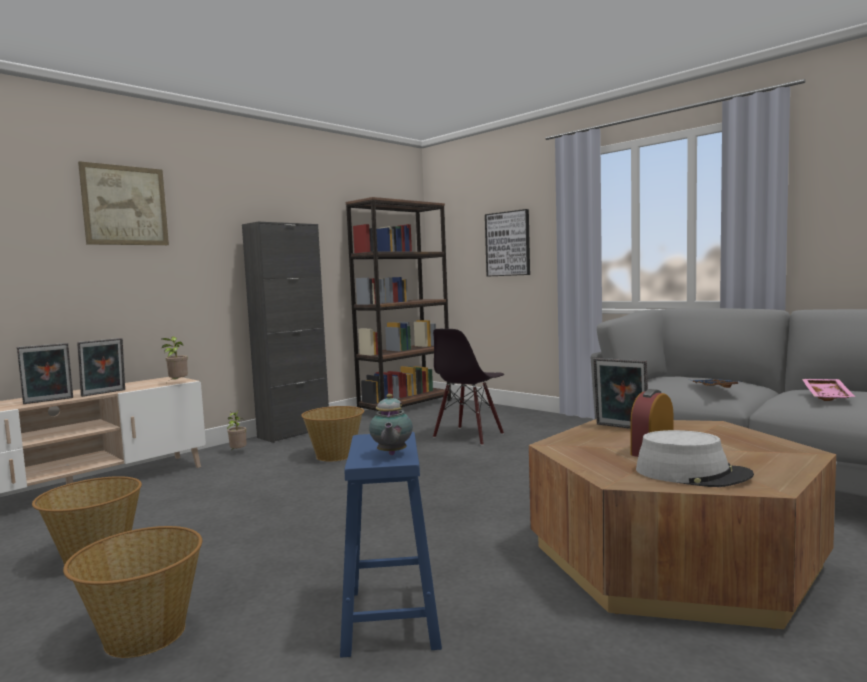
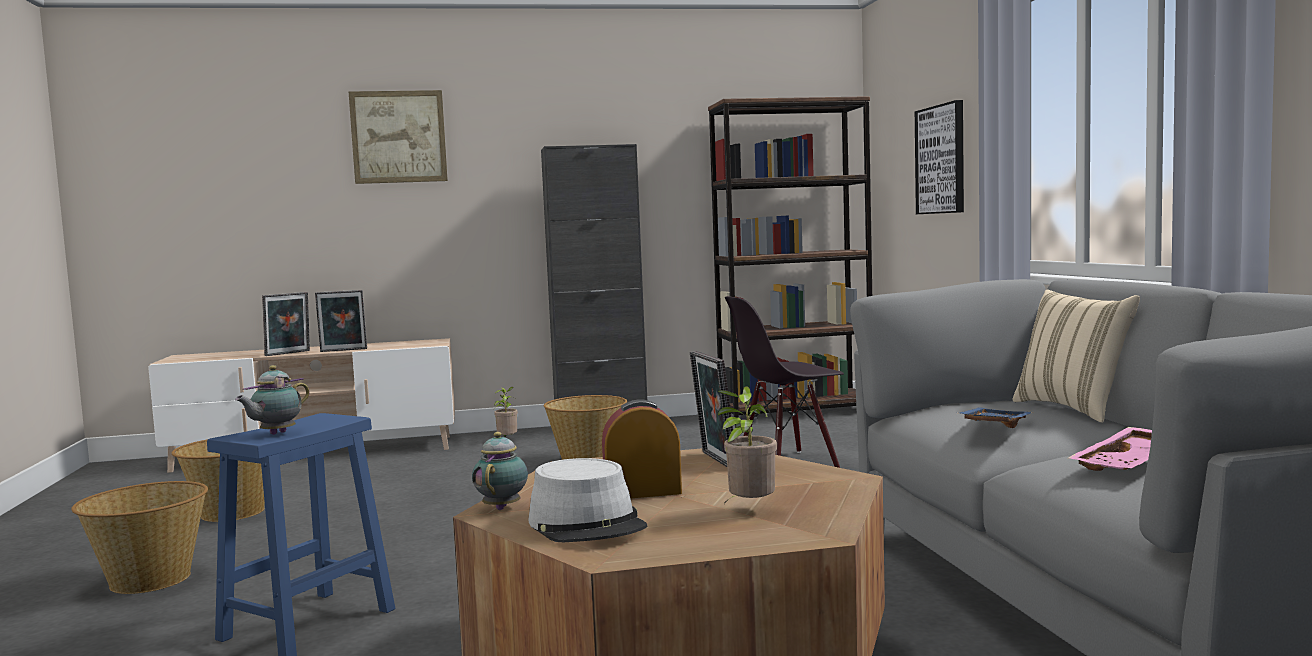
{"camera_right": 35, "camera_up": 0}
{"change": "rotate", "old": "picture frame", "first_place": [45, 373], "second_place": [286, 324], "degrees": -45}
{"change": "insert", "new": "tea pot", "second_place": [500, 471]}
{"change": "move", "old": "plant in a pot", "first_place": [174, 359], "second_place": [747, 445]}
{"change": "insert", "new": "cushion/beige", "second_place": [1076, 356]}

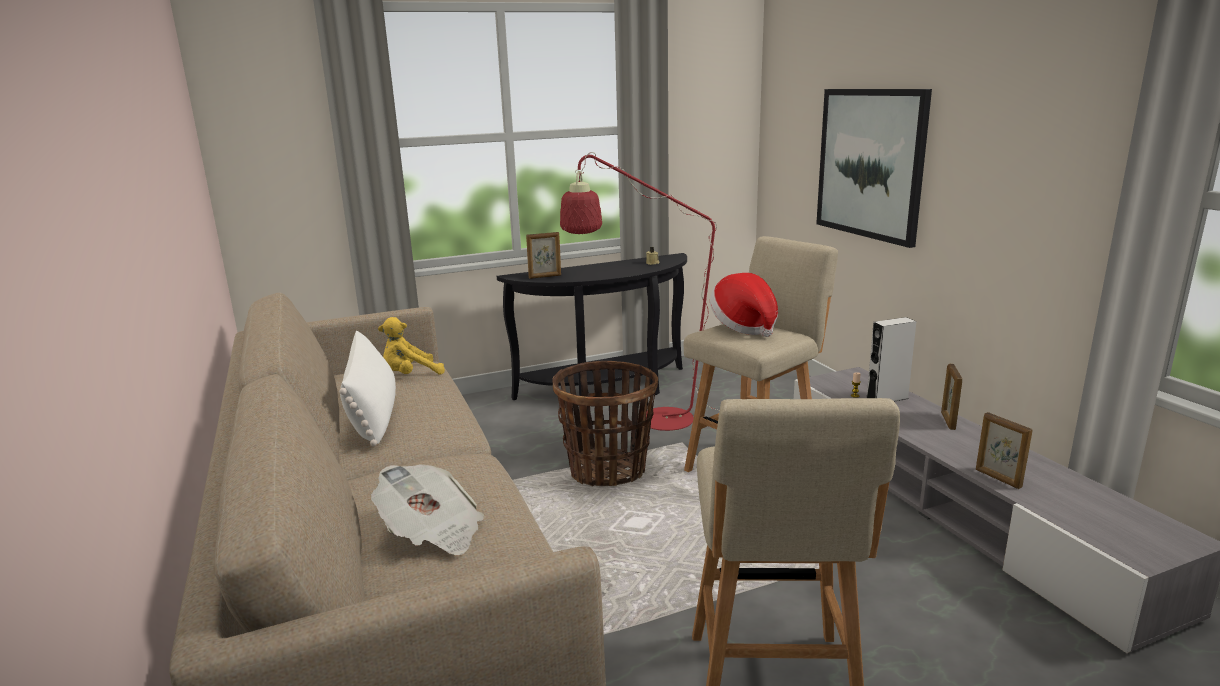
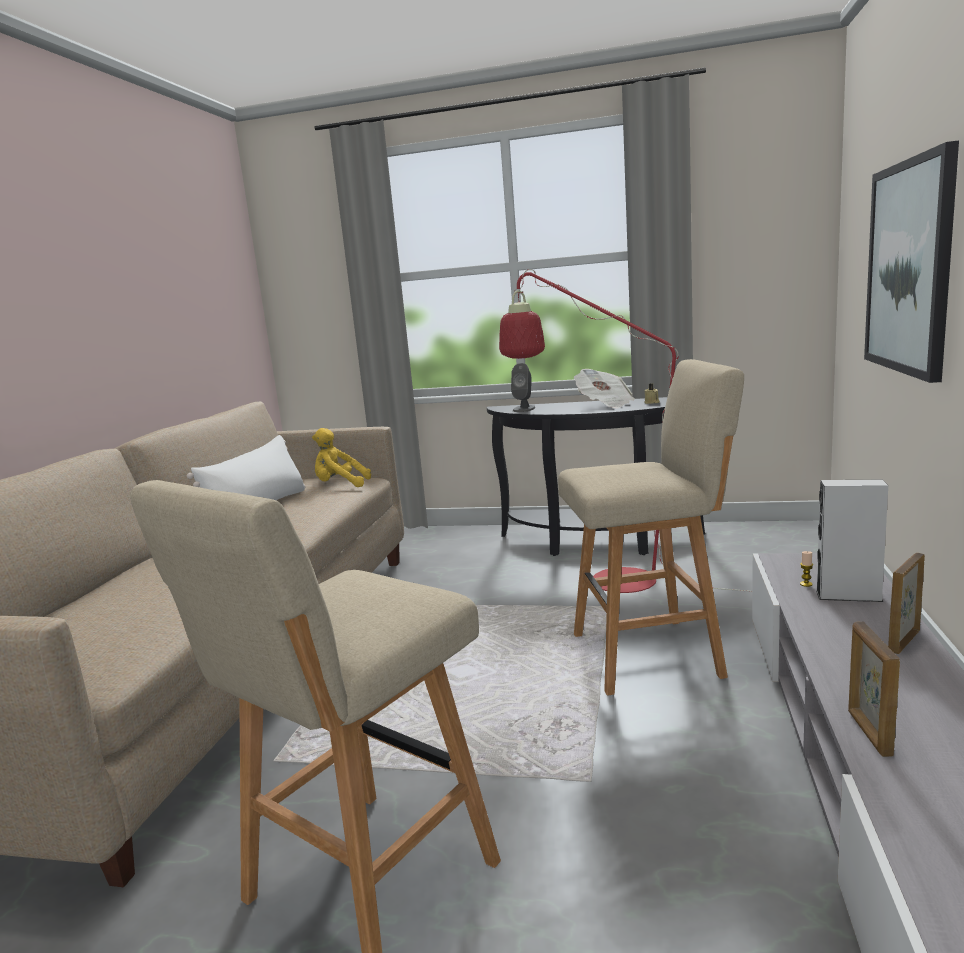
{"camera_right": 35, "camera_up": -5}
{"change": "replace", "old": "picture frame", "new": "loudspeaker/greyish", "first_place": [543, 255], "second_place": [523, 387]}
{"change": "move", "old": "newspaper", "first_place": [427, 510], "second_place": [604, 388]}
{"change": "delete", "old": "storage basket", "first_place": [605, 424]}
{"change": "delete", "old": "hat", "first_place": [744, 305]}

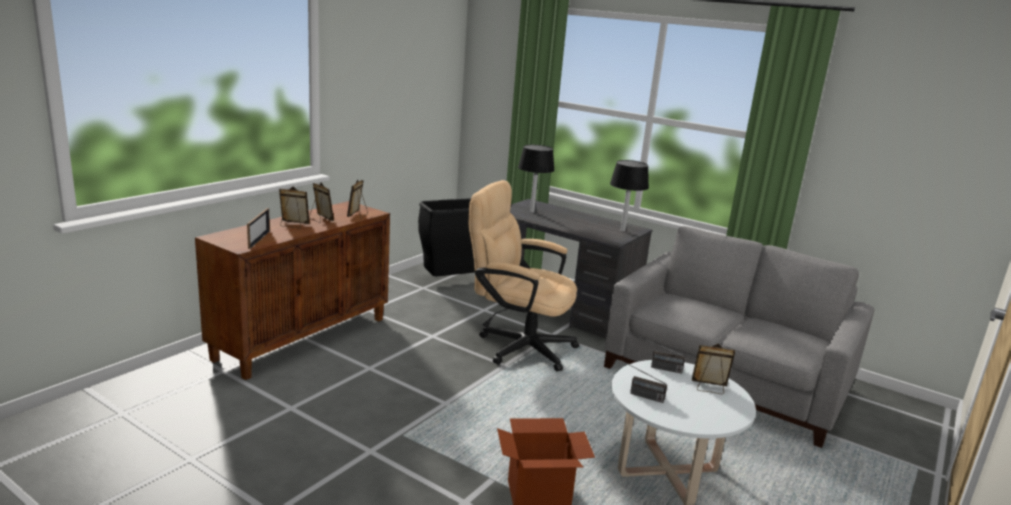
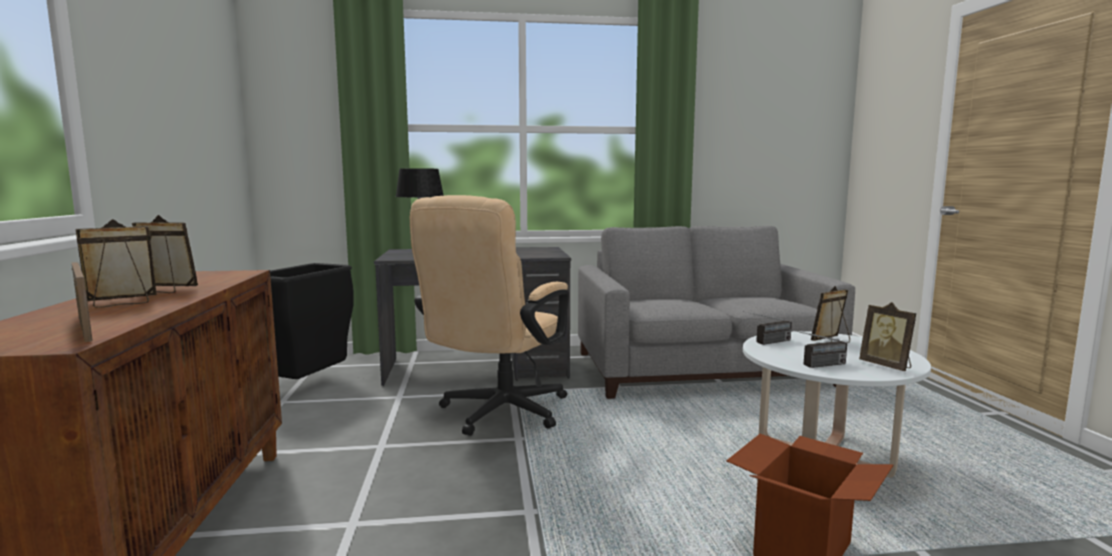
{"camera_right": -40, "camera_up": -10}
{"change": "rotate", "old": "office chair/beige", "first_place": [524, 275], "second_place": [489, 315], "degrees": -45}
{"change": "move", "old": "picture frame", "first_place": [357, 199], "second_place": [887, 336]}
{"change": "delete", "old": "table lamp/blackish", "first_place": [629, 196]}

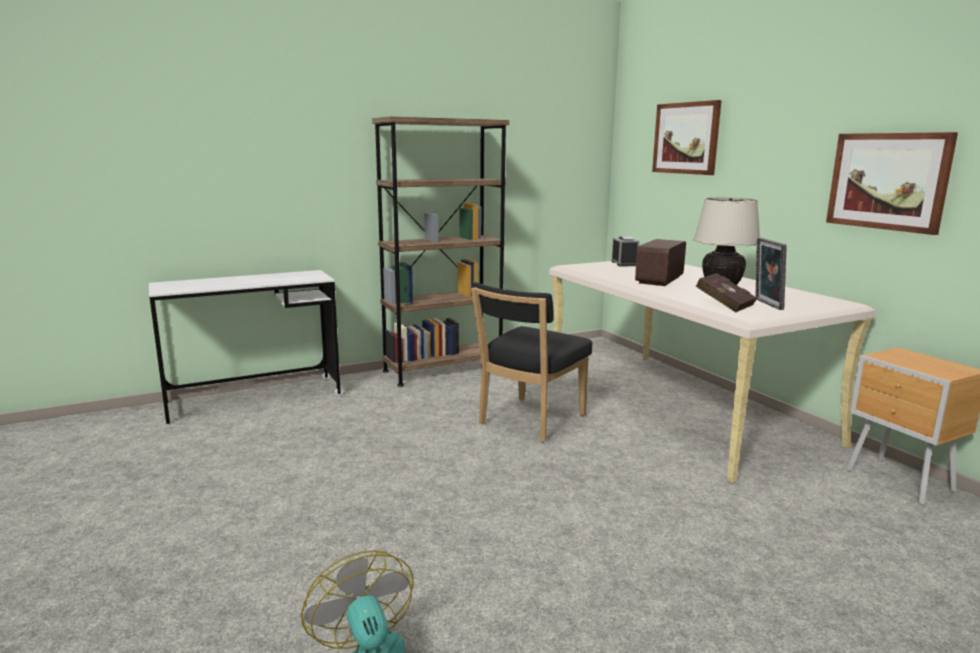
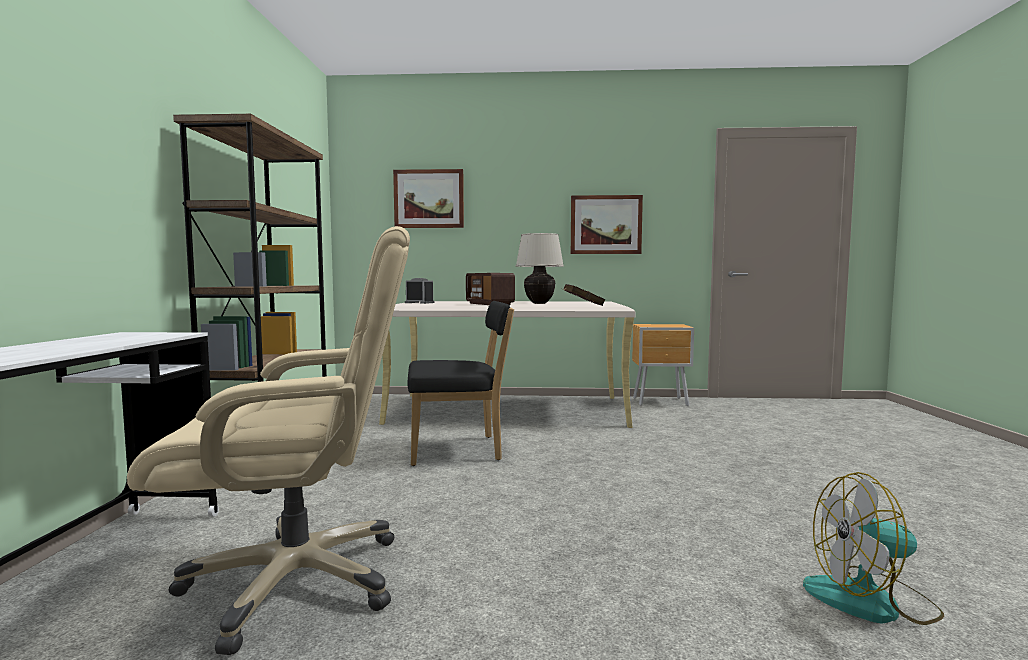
{"camera_right": -60, "camera_up": -10}
{"change": "insert", "new": "office chair/beige", "second_place": [268, 440]}
{"change": "rotate", "old": "chair/blackish", "first_place": [531, 362], "second_place": [460, 383], "degrees": -75}
{"change": "delete", "old": "picture frame", "first_place": [771, 274]}

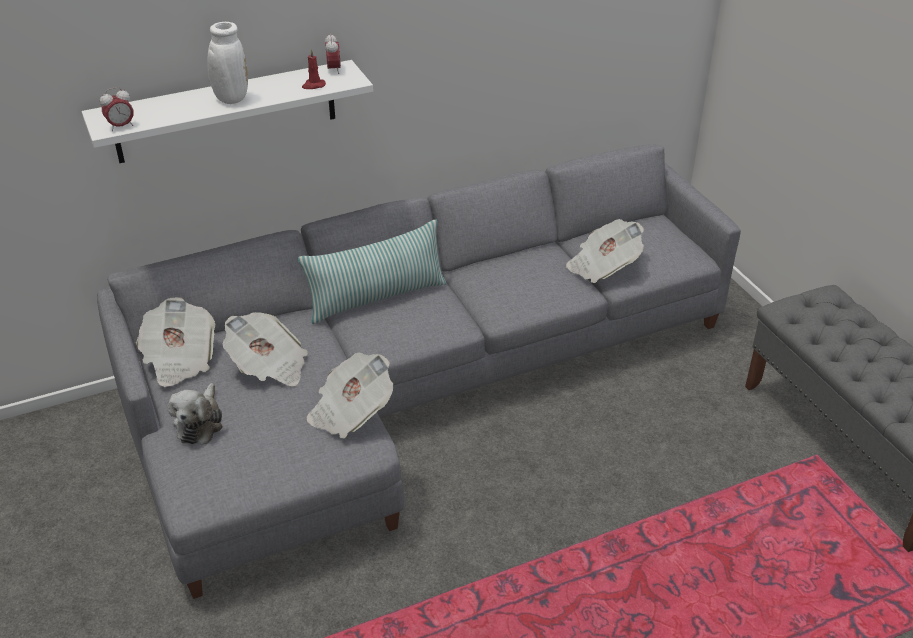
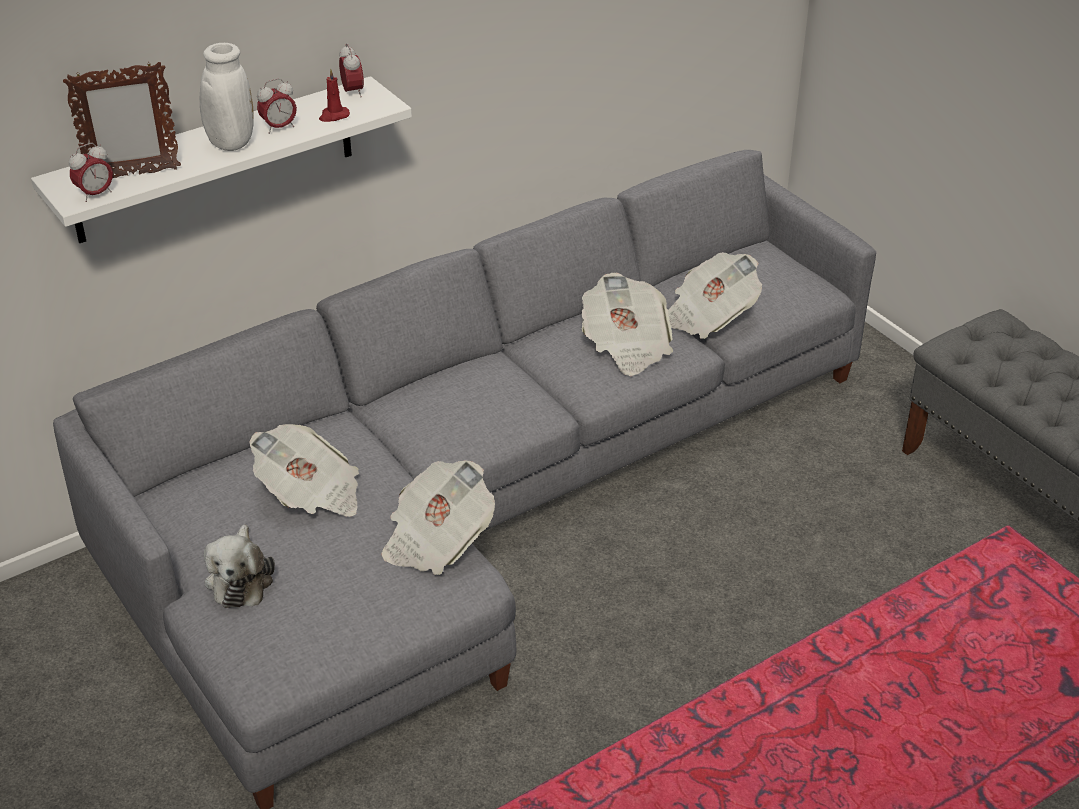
{"camera_right": -10, "camera_up": 0}
{"change": "insert", "new": "picture frame", "second_place": [122, 120]}
{"change": "insert", "new": "table clock", "second_place": [277, 106]}
{"change": "move", "old": "newspaper", "first_place": [175, 342], "second_place": [627, 324]}
{"change": "delete", "old": "cushion", "first_place": [372, 271]}

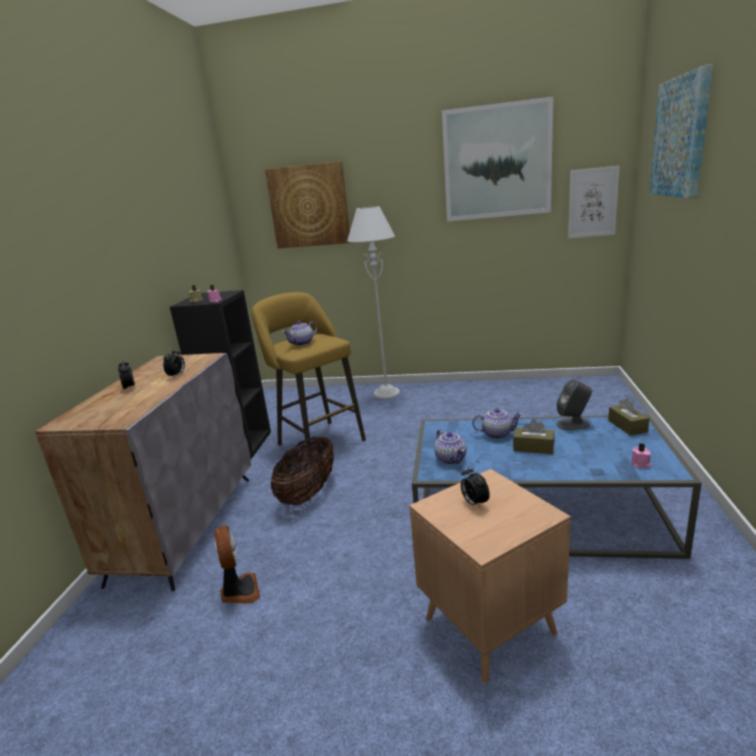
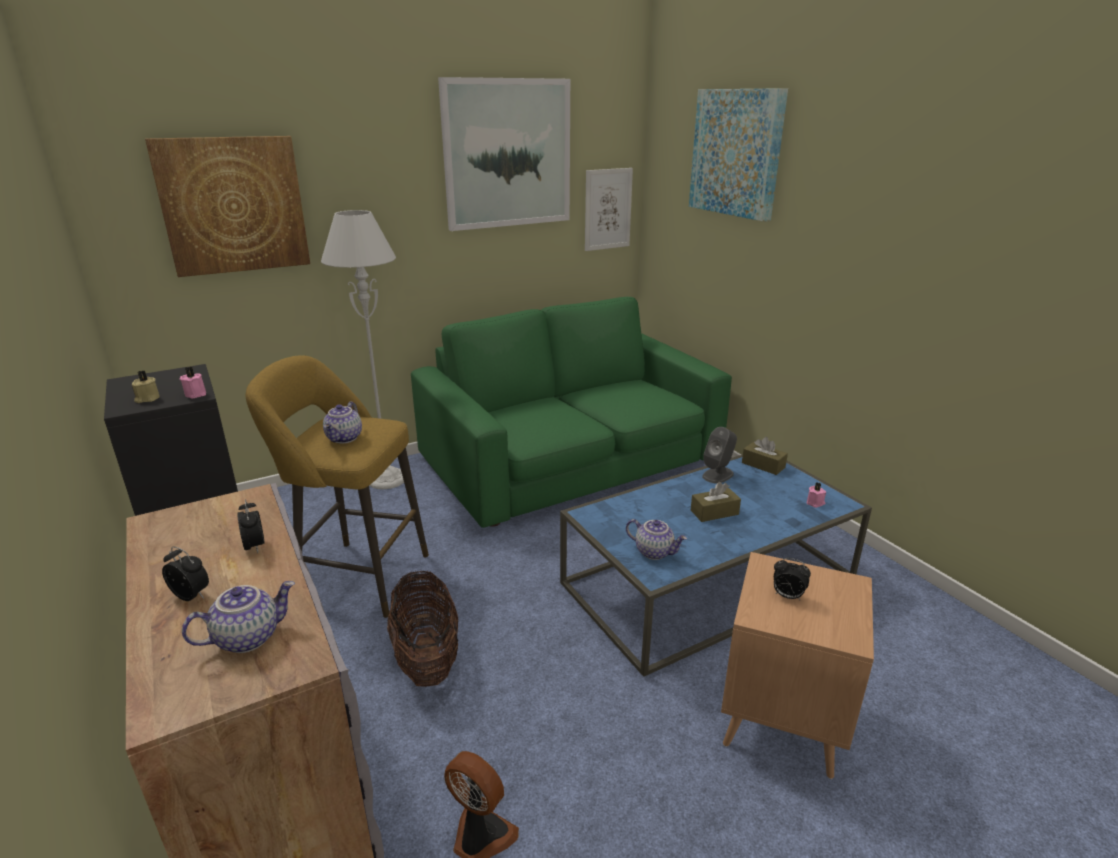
{"camera_right": -40, "camera_up": 5}
{"change": "move", "old": "tea pot", "first_place": [497, 423], "second_place": [238, 617]}
{"change": "insert", "new": "settee/greenish", "second_place": [571, 412]}

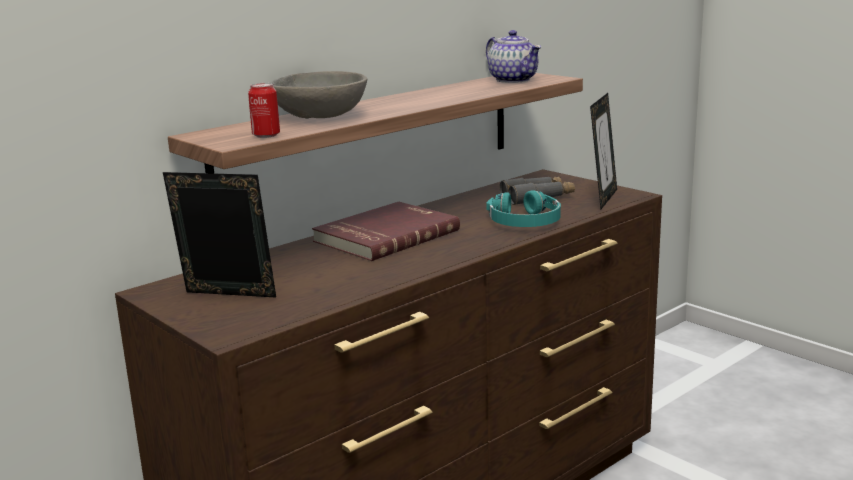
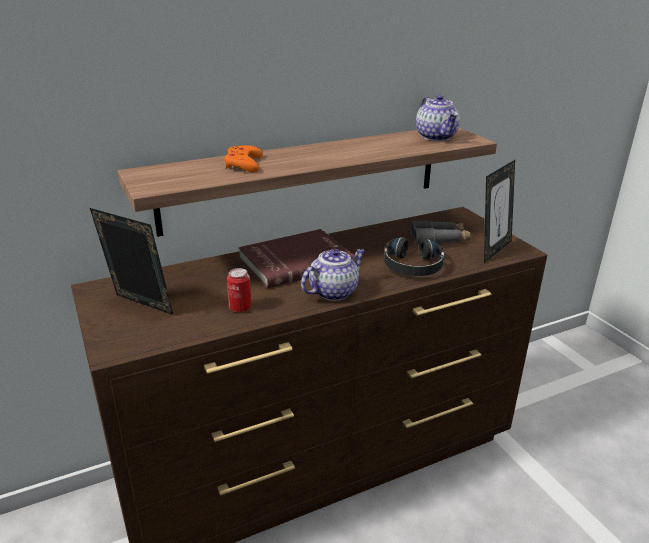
{"camera_right": 15, "camera_up": 10}
{"change": "replace", "old": "serving bowl/greyish", "new": "joypad/orangey", "first_place": [318, 95], "second_place": [243, 158]}
{"change": "move", "old": "sealed can", "first_place": [264, 110], "second_place": [239, 290]}
{"change": "insert", "new": "tea pot", "second_place": [333, 274]}
{"change": "recolor", "old": "headset/turquoise-coloured", "new": "headset/blackish", "first_place": [523, 208], "second_place": [414, 257]}

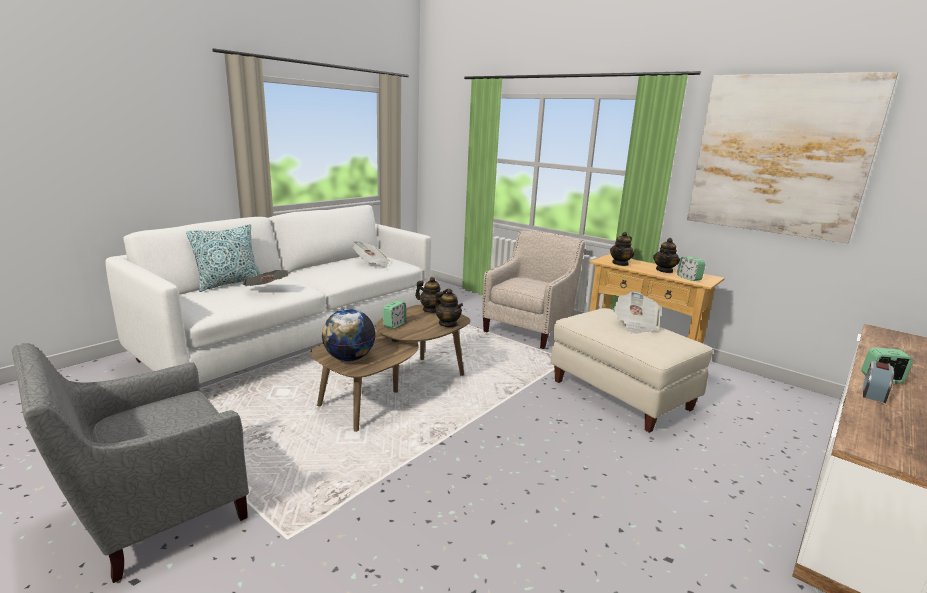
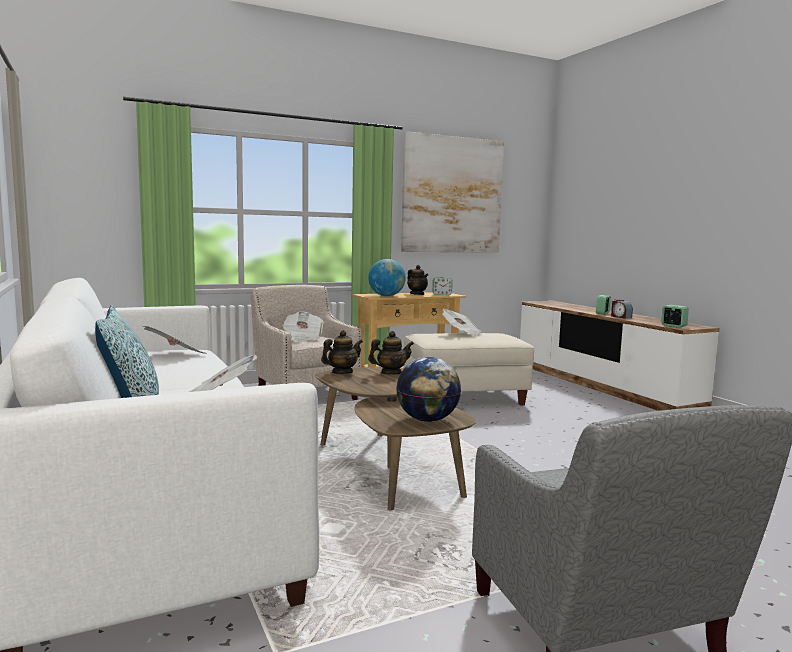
{"camera_right": -65, "camera_up": -10}
{"change": "insert", "new": "newspaper", "second_place": [303, 326]}
{"change": "replace", "old": "tea pot", "new": "world globe", "first_place": [622, 249], "second_place": [387, 277]}
{"change": "move", "old": "table clock", "first_place": [394, 315], "second_place": [675, 316]}

